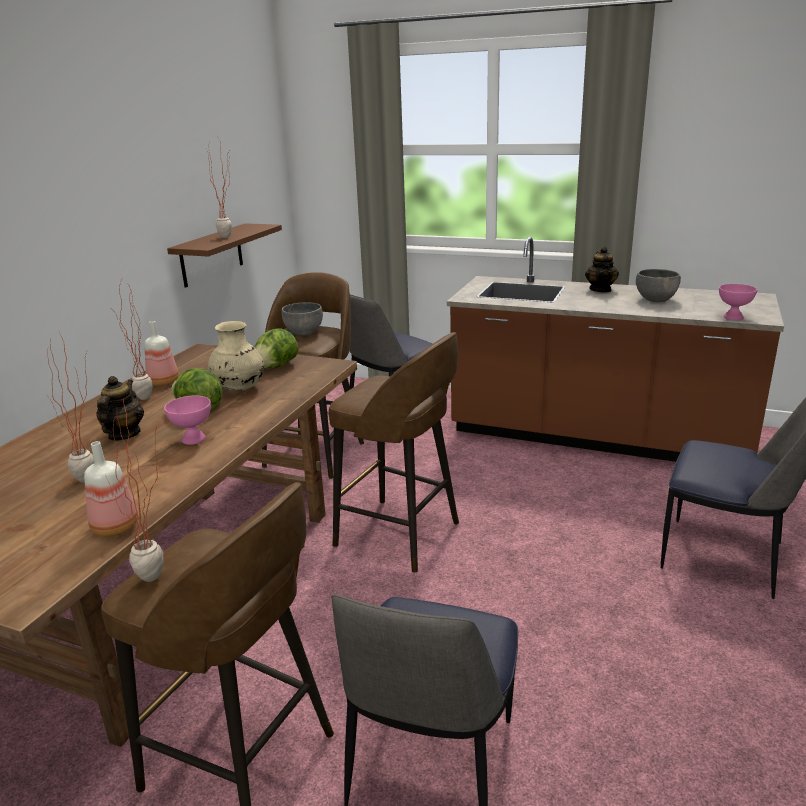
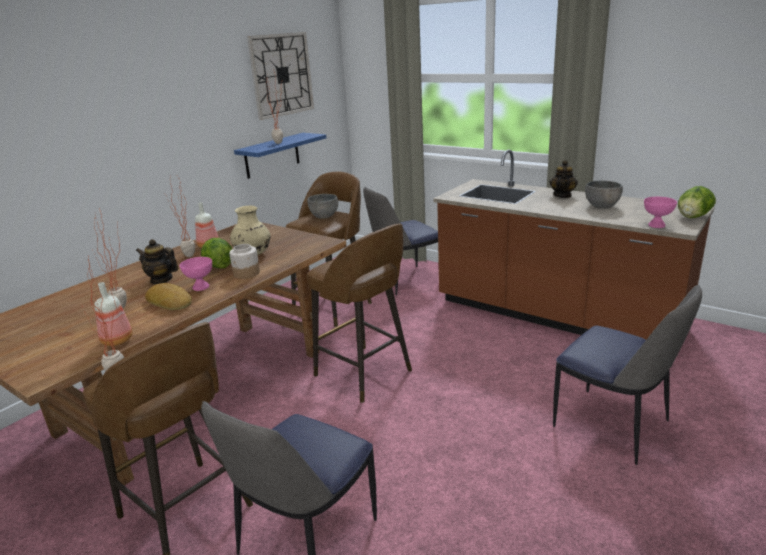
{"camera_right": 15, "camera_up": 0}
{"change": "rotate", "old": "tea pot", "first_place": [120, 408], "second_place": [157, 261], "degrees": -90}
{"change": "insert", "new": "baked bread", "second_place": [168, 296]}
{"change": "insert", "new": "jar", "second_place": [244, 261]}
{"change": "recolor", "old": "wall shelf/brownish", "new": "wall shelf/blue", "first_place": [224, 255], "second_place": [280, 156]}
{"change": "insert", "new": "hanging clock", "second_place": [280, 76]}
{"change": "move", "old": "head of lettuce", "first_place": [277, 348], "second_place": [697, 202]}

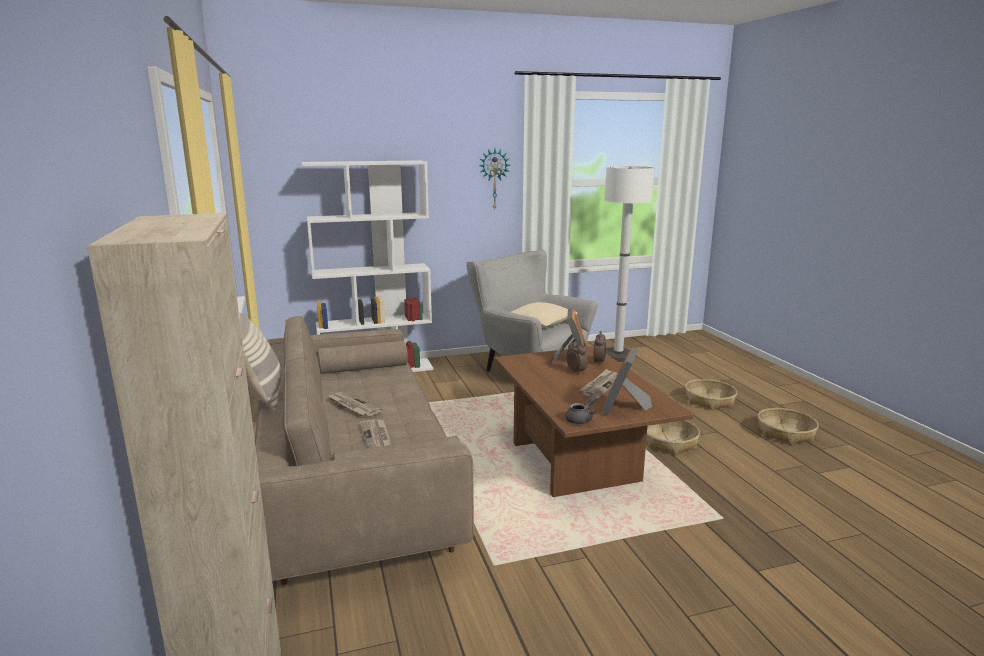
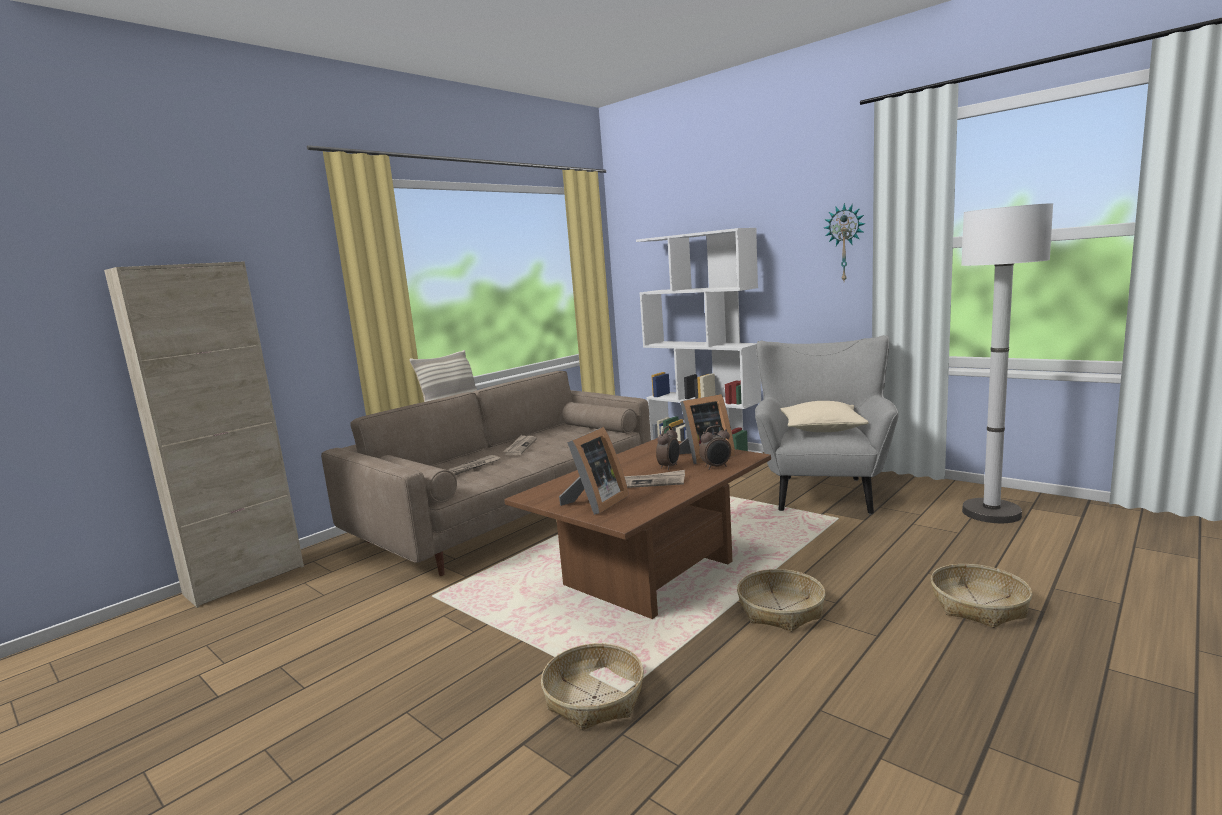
{"camera_right": 60, "camera_up": -5}
{"change": "move", "old": "storage basket", "first_place": [788, 426], "second_place": [592, 686]}
{"change": "rotate", "old": "picture frame", "first_place": [627, 382], "second_place": [594, 471], "degrees": 135}
{"change": "delete", "old": "tea pot/greyish", "first_place": [580, 409]}

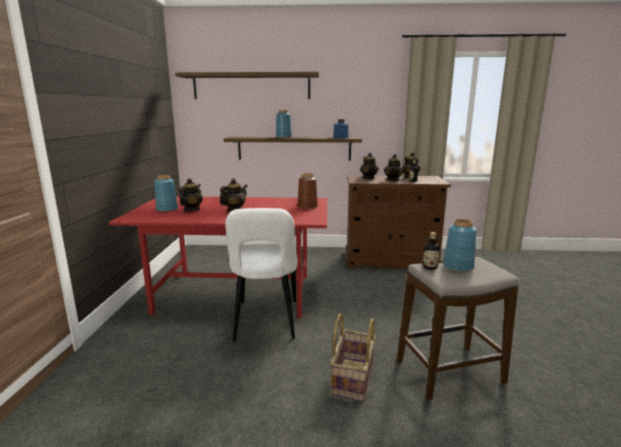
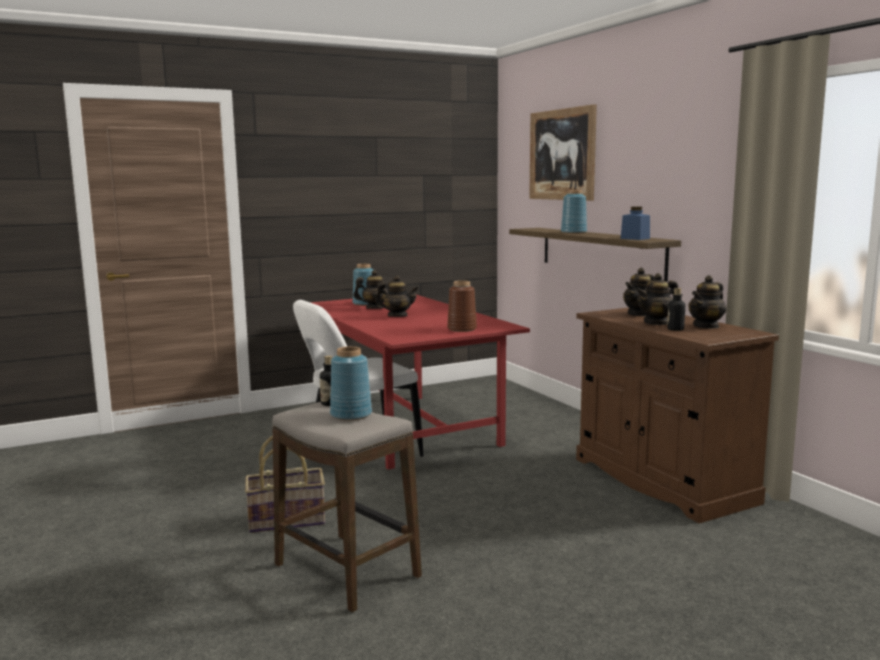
{"camera_right": 60, "camera_up": -5}
{"change": "replace", "old": "wall shelf", "new": "wall picture", "first_place": [247, 85], "second_place": [563, 152]}

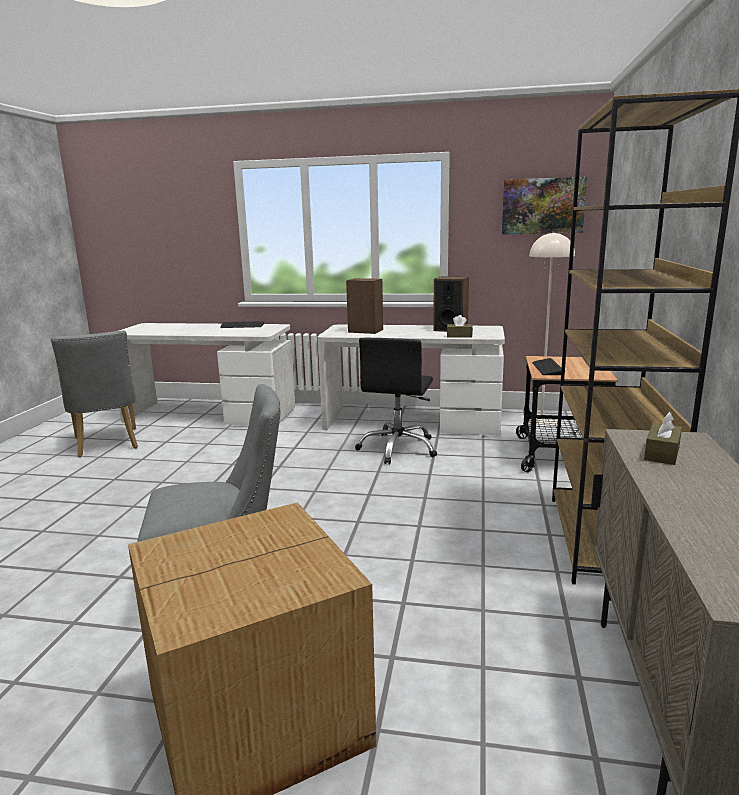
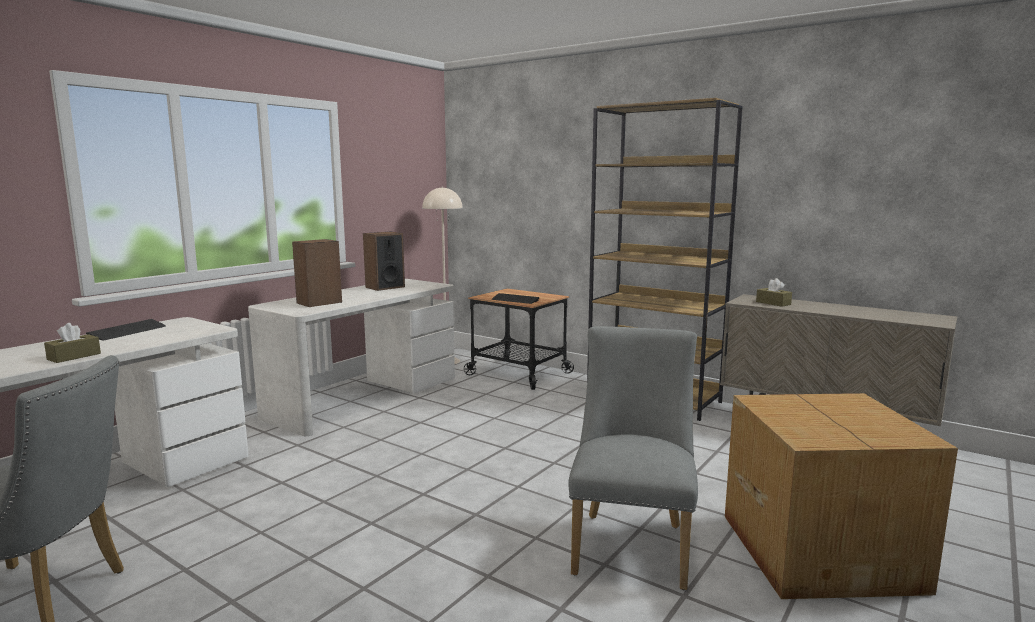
{"camera_right": -65, "camera_up": -5}
{"change": "move", "old": "box of tissues/brownish", "first_place": [460, 326], "second_place": [72, 343]}
{"change": "delete", "old": "office chair/blackish", "first_place": [396, 401]}
{"change": "delete", "old": "wall picture", "first_place": [544, 205]}

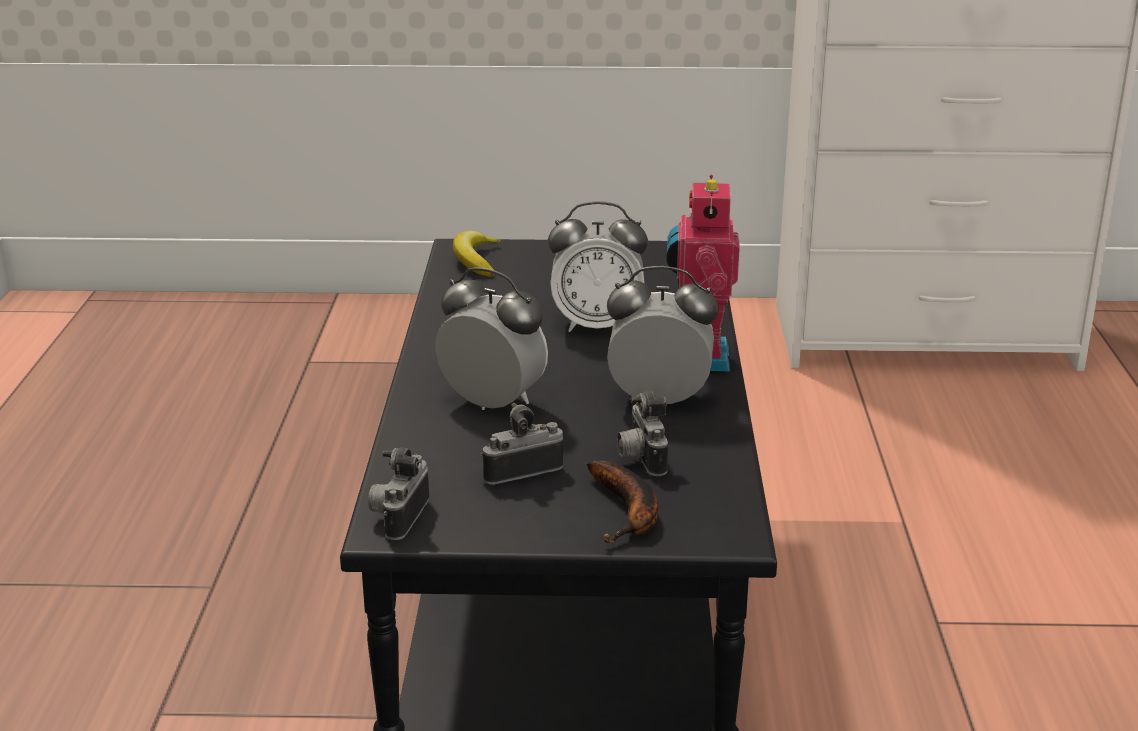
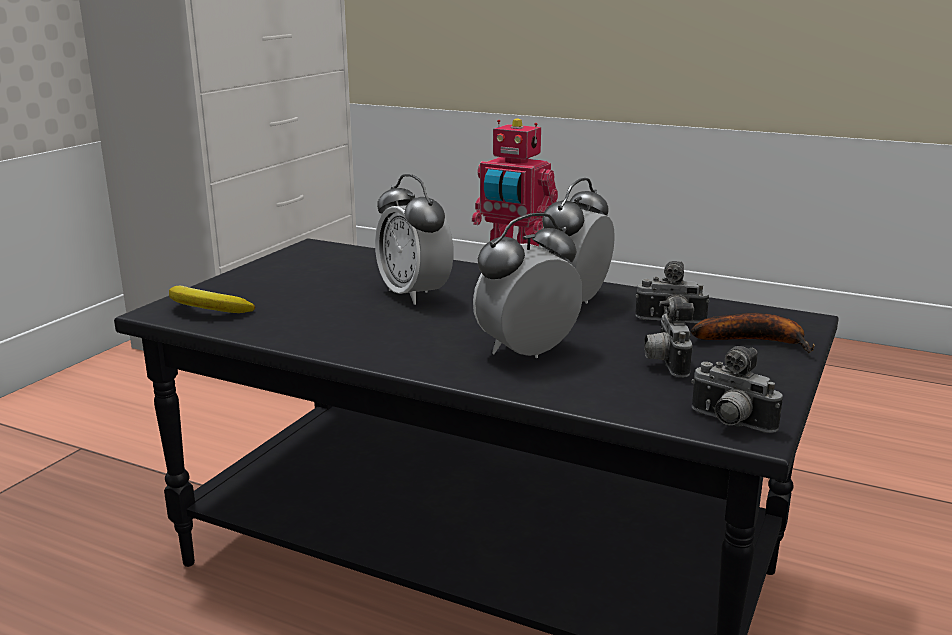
{"camera_right": -65, "camera_up": -5}
{"change": "rotate", "old": "table clock", "first_place": [598, 266], "second_place": [414, 239], "degrees": 120}

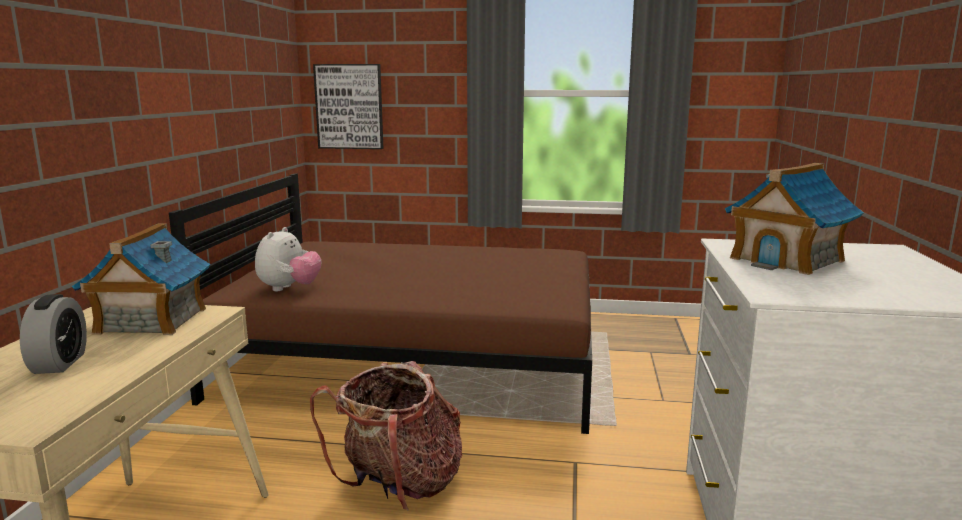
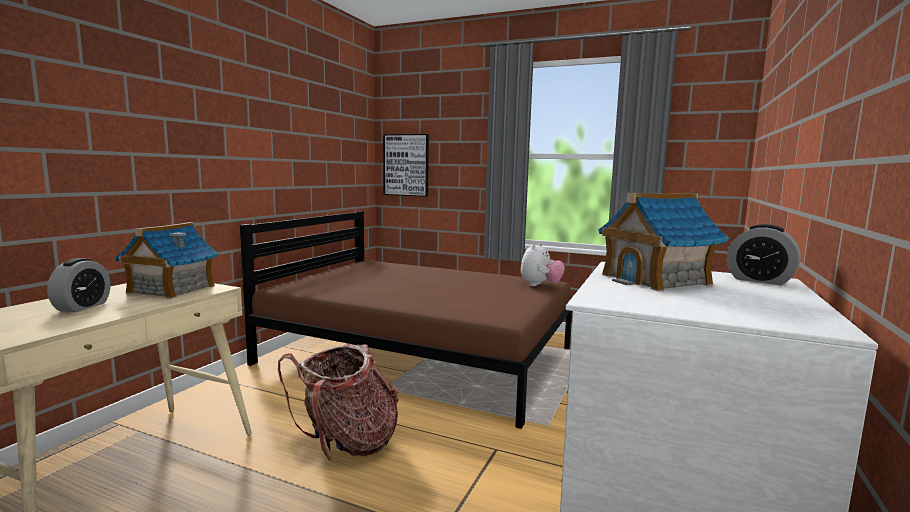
{"camera_right": 15, "camera_up": -5}
{"change": "move", "old": "plush toy", "first_place": [288, 259], "second_place": [543, 264]}
{"change": "insert", "new": "table clock", "second_place": [764, 254]}

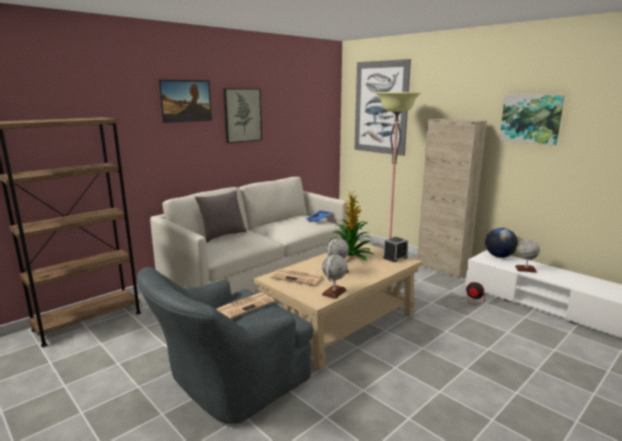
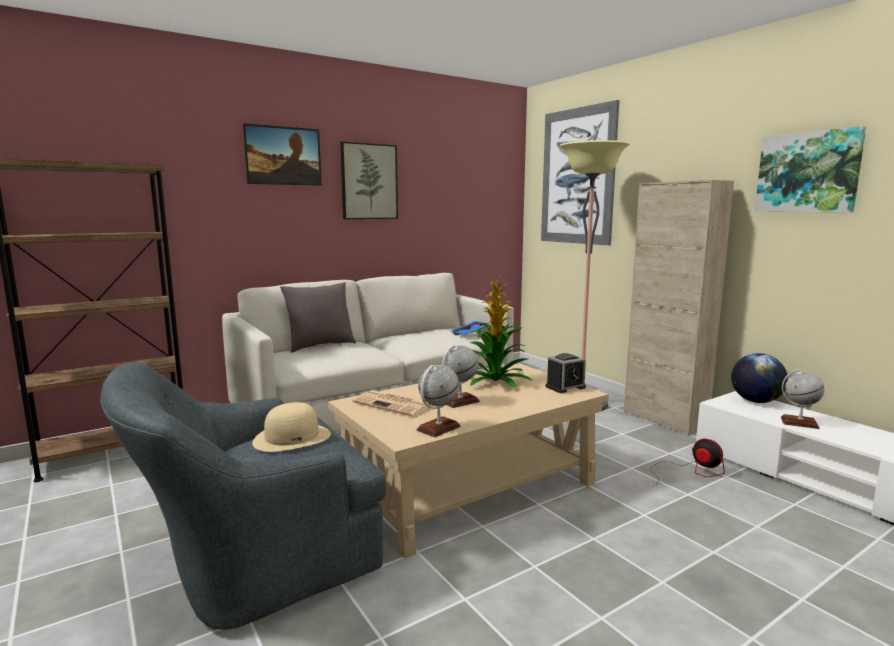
{"camera_right": 10, "camera_up": -5}
{"change": "replace", "old": "newspaper", "new": "hat/beige", "first_place": [245, 305], "second_place": [291, 427]}

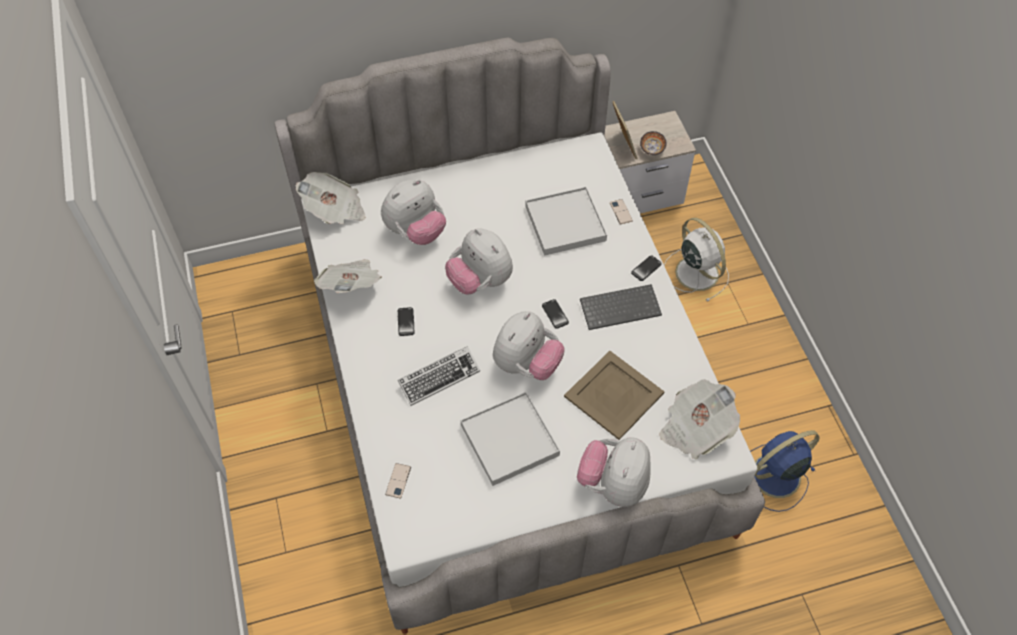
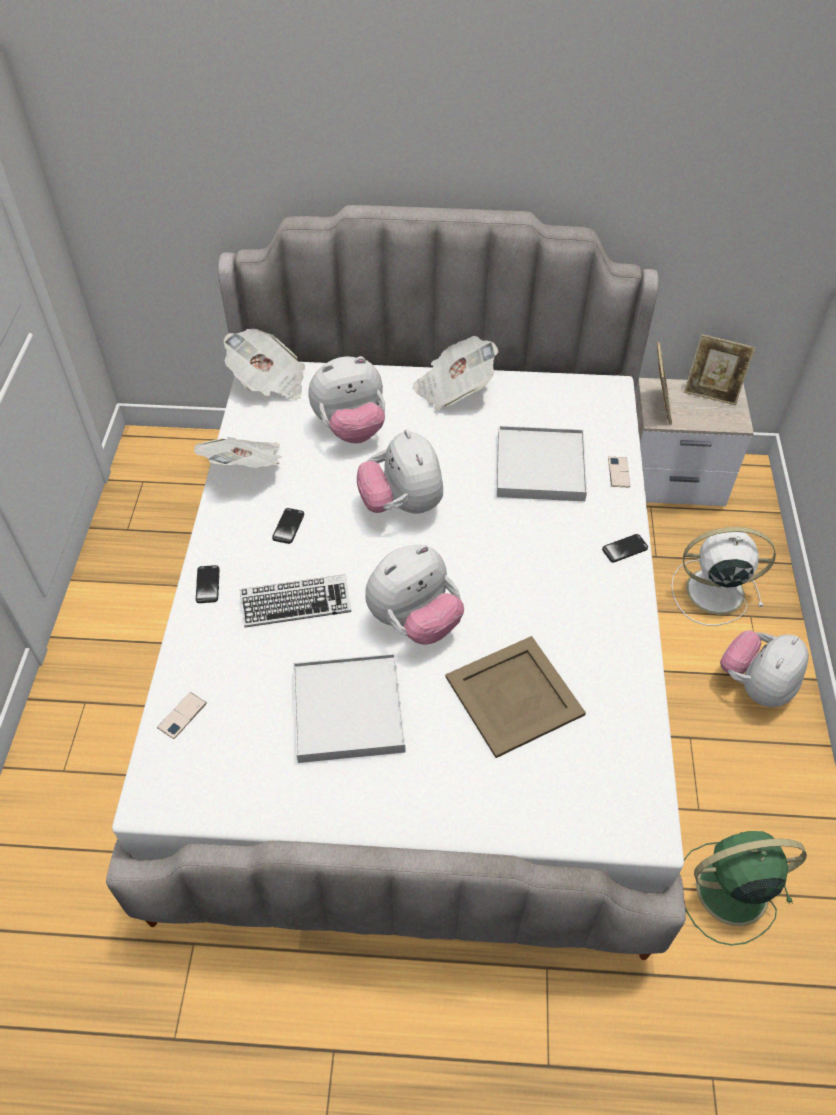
{"camera_right": 20, "camera_up": -5}
{"change": "move", "old": "telephone", "first_place": [555, 314], "second_place": [208, 584]}
{"change": "move", "old": "newspaper", "first_place": [699, 419], "second_place": [456, 373]}
{"change": "rotate", "old": "cooling fan/white-coloured", "first_place": [696, 260], "second_place": [723, 576], "degrees": -75}
{"change": "recolor", "old": "cooling fan/blue", "new": "cooling fan/greenish", "first_place": [785, 471], "second_place": [743, 888]}
{"change": "insert", "new": "picture frame", "second_place": [719, 369]}
{"change": "move", "old": "plush toy", "first_place": [614, 472], "second_place": [764, 668]}
{"change": "delete", "old": "PC keyboard", "first_place": [621, 307]}
{"change": "delete", "old": "serving bowl", "first_place": [653, 143]}

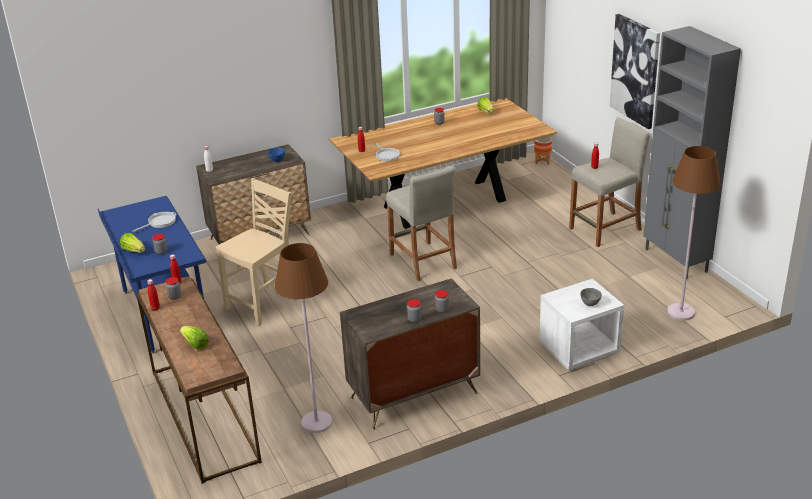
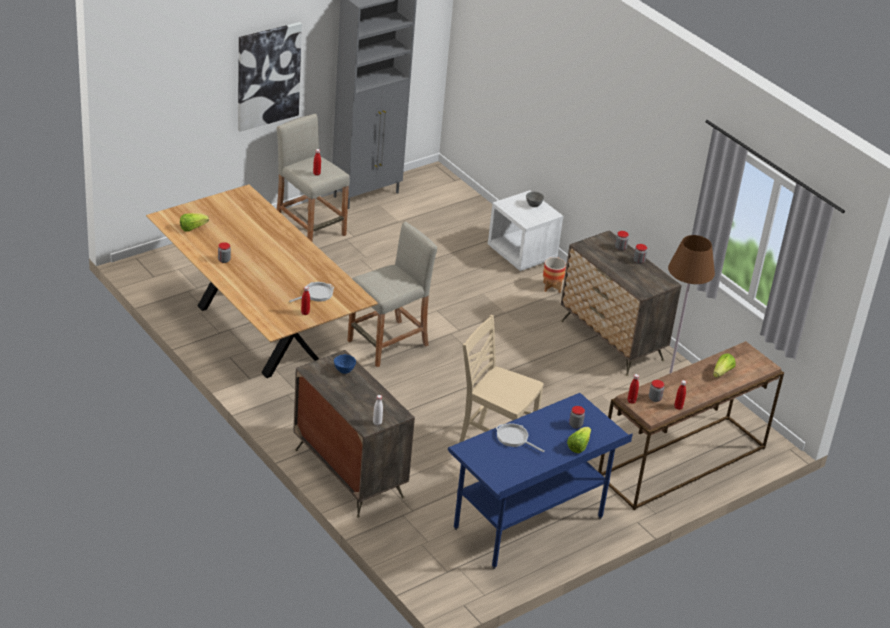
{"camera_right": -105, "camera_up": 5}
{"change": "move", "old": "plant pot", "first_place": [543, 151], "second_place": [554, 275]}
{"change": "delete", "old": "floor lamp/brownish", "first_place": [694, 233]}

